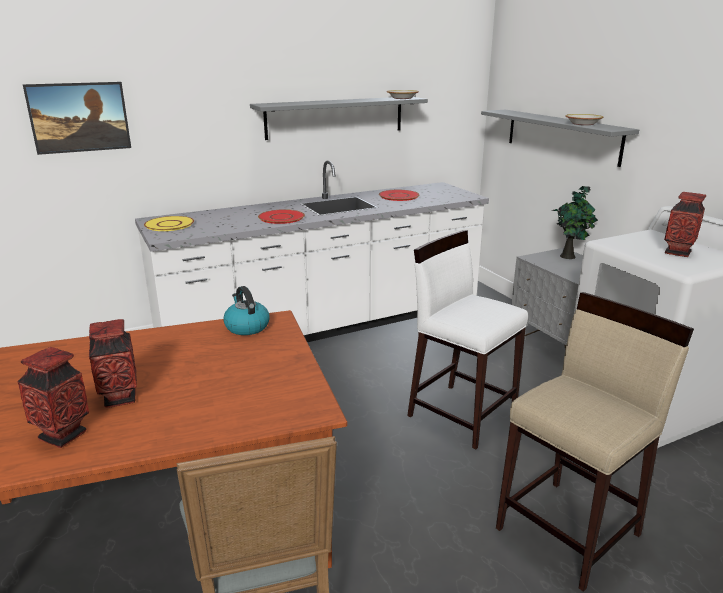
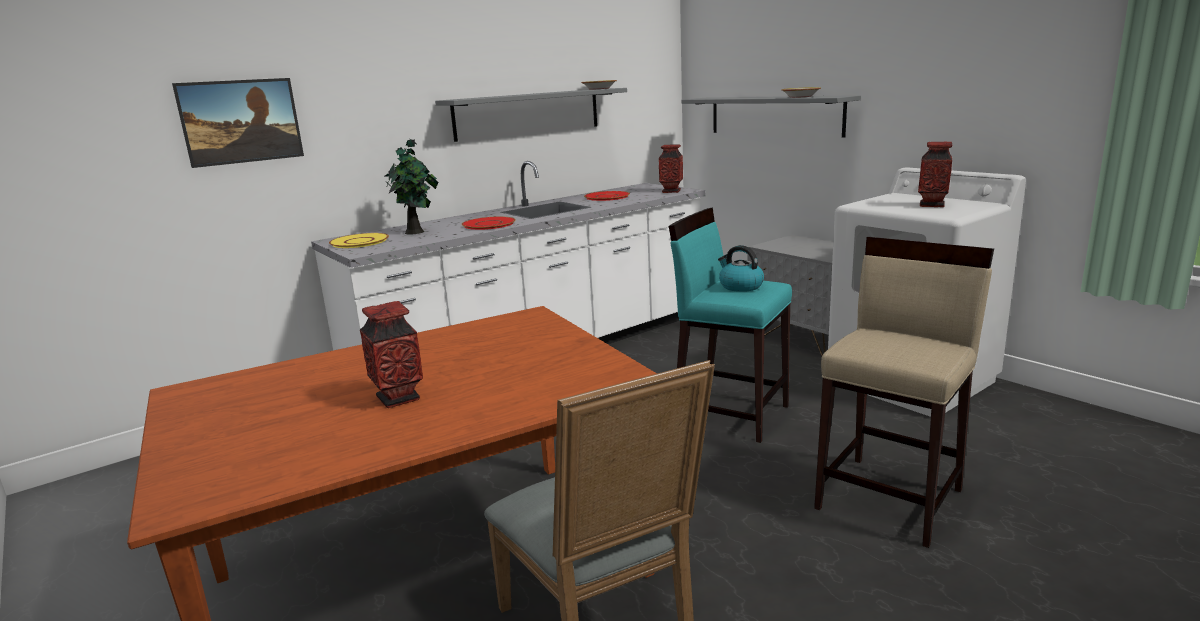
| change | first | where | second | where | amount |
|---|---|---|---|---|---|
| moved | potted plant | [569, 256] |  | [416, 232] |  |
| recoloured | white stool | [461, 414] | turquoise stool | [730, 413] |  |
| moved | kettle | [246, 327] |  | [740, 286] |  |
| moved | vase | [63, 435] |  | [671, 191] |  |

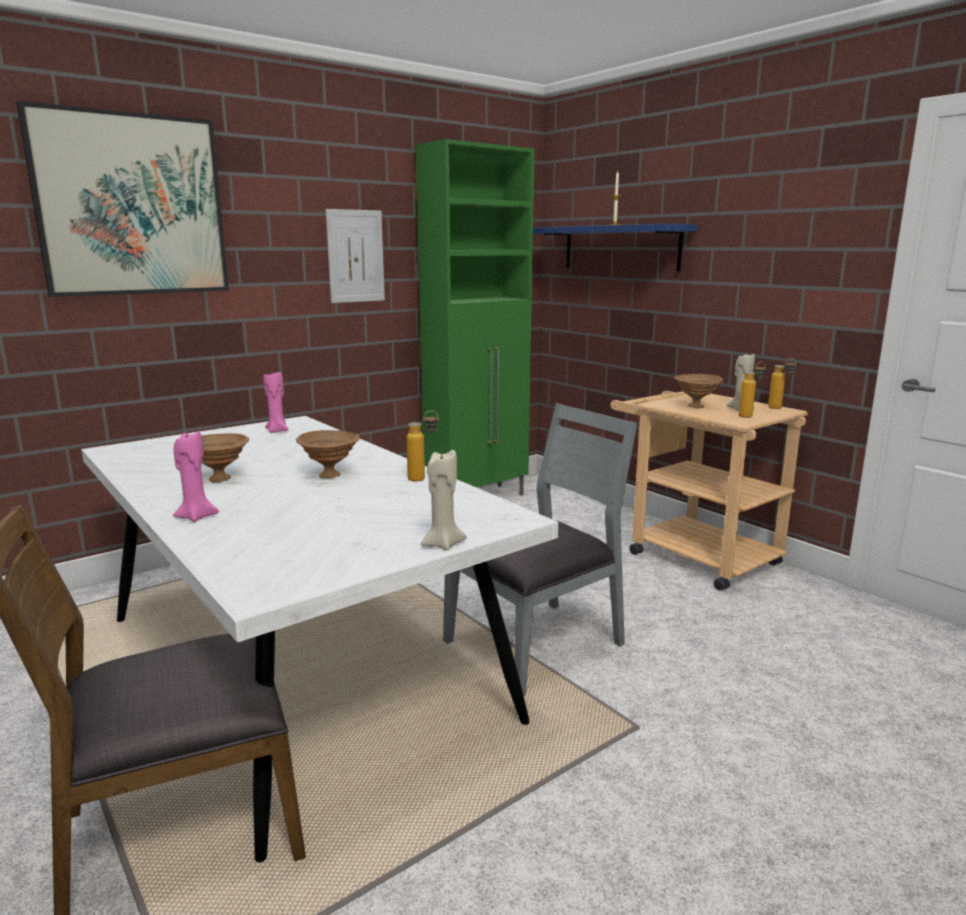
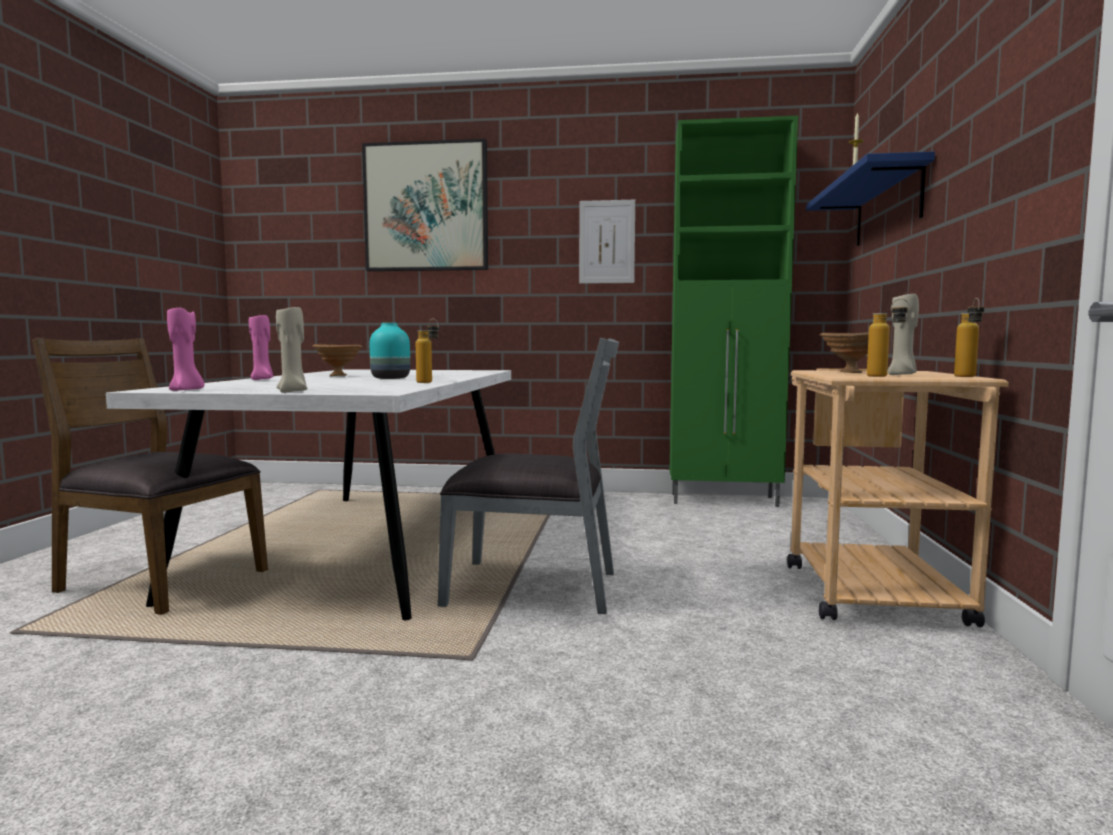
| change | first | where | second | where | amount |
|---|---|---|---|---|---|
| moved | pink candle | [277, 430] |  | [187, 390] |  |
| replaced | brown bowl | [330, 475] | turquoise vase | [391, 378] |  |

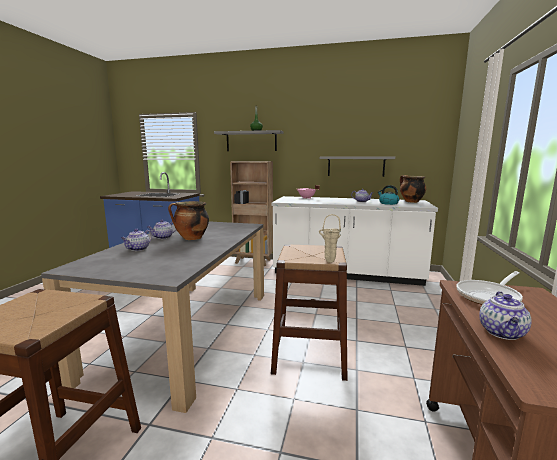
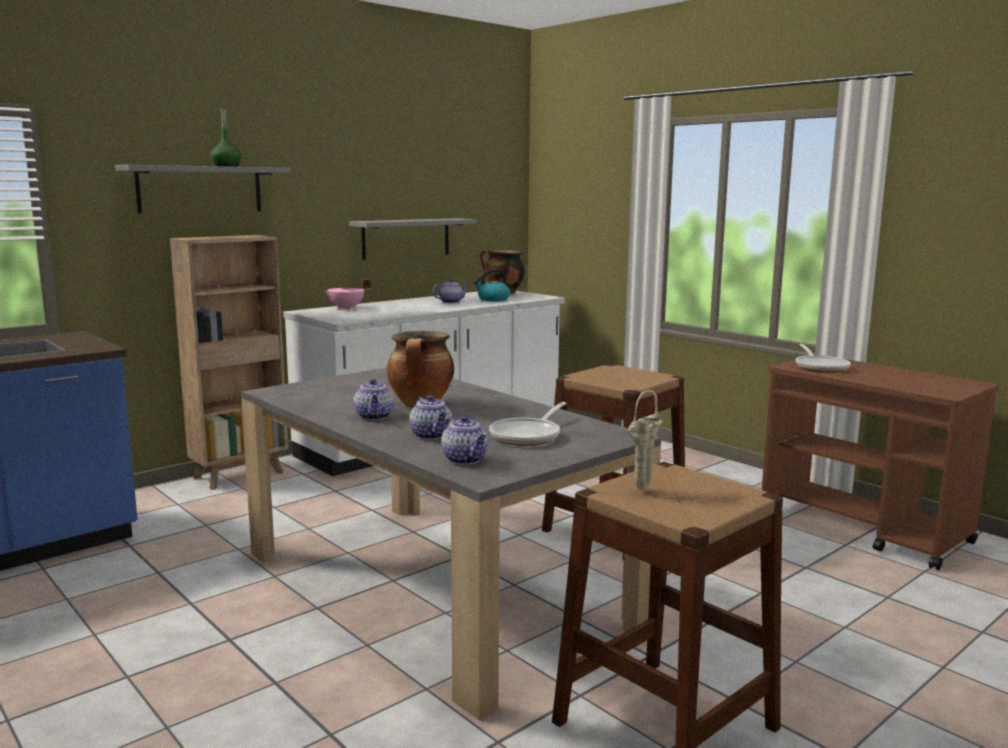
| change | first | where | second | where | amount |
|---|---|---|---|---|---|
| moved | beige vase | [328, 262] |  | [641, 489] |  |
| moved | teapot | [502, 333] |  | [465, 460] |  |
| added |  |  | frying pan | [528, 436] |  |

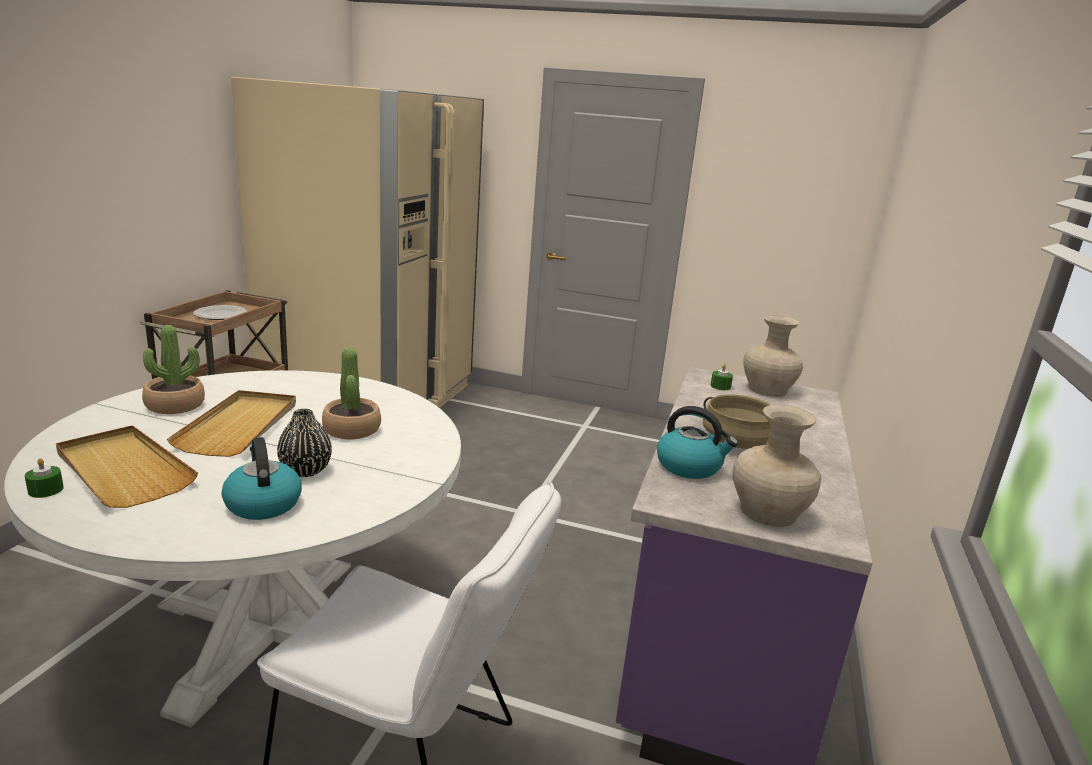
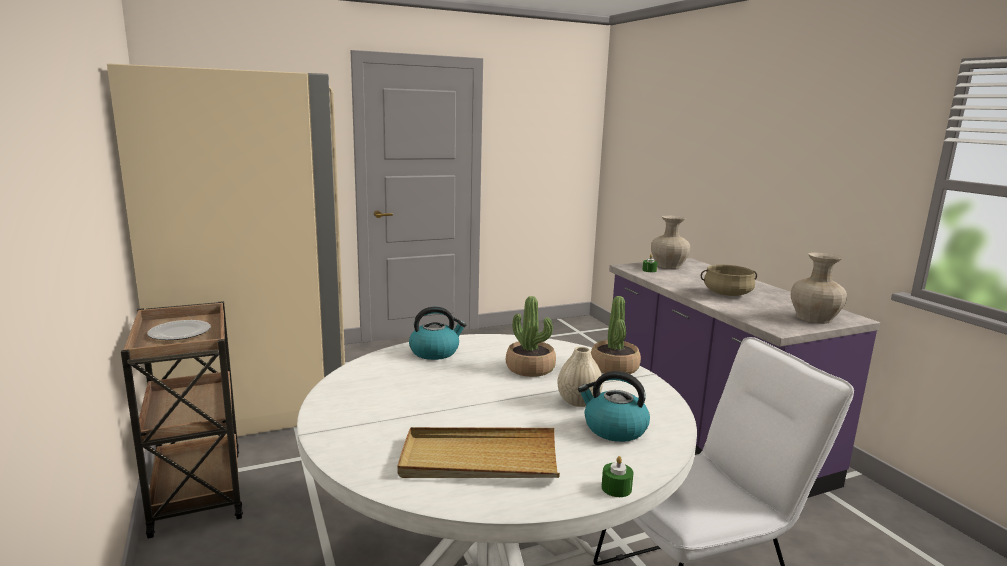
| change | first | where | second | where | amount |
|---|---|---|---|---|---|
| moved | potted plant | [175, 405] |  | [614, 367] |  |
| removed | beige tray | [240, 426] |  |  |  |
| moved | kettle | [690, 466] |  | [435, 352] |  |
| recoloured | black vase | [305, 470] | beige vase | [578, 401] |  |
| moved | green candle | [46, 490] |  | [616, 488] |  |

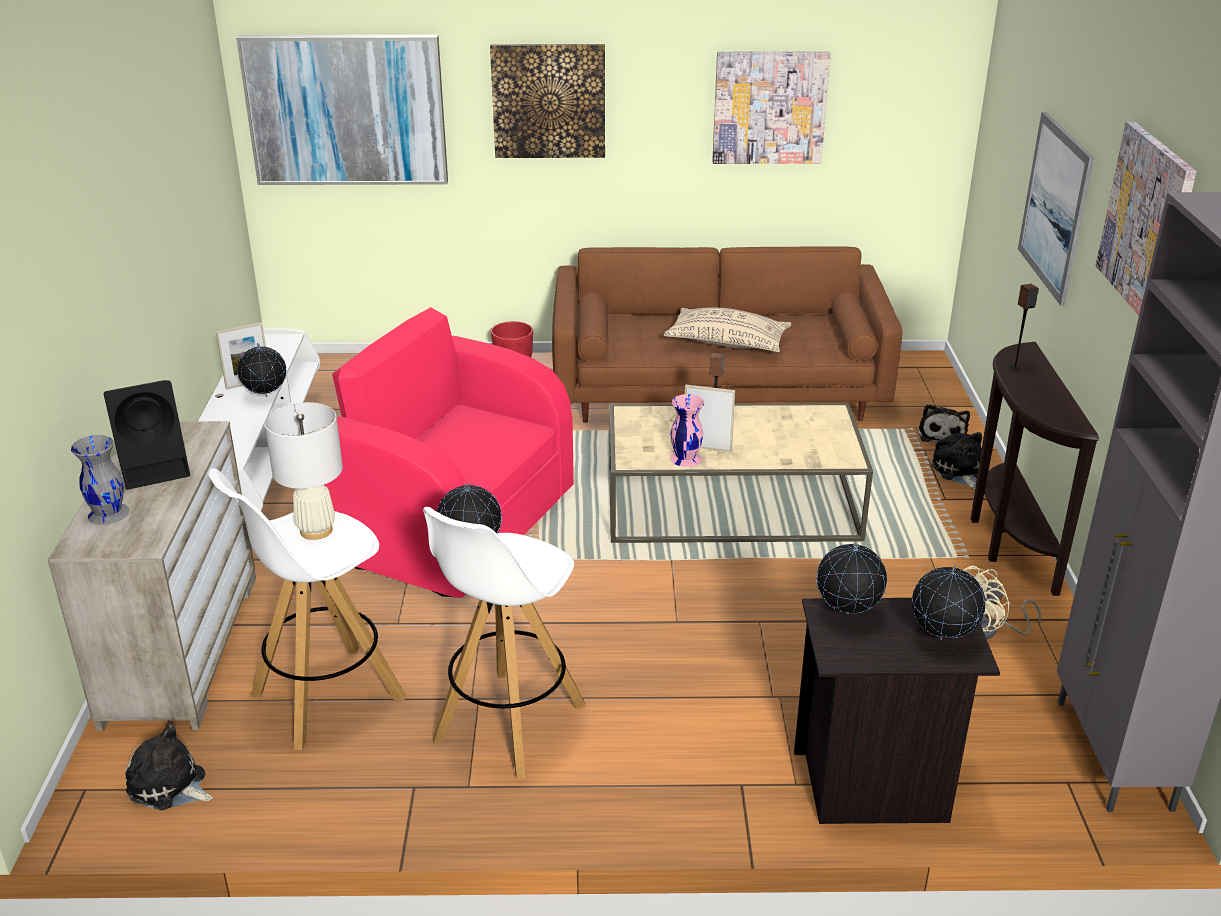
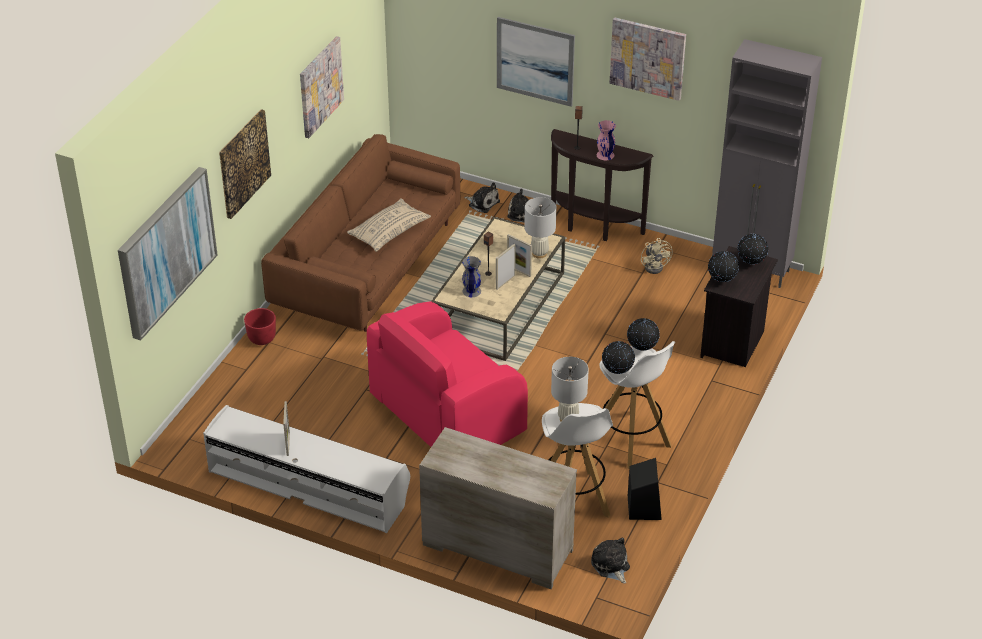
| change | first | where | second | where | amount |
|---|---|---|---|---|---|
| moved | globe | [266, 397] |  | [642, 350] |  |
| moved | black speaker | [156, 467] |  | [643, 506] |  |
| moved | pink vase | [685, 458] |  | [605, 155] |  |
| moved | grey vase | [108, 513] |  | [471, 291] |  |
| turned | plush toy | [170, 786] |  | [611, 566] | 105 degrees clockwise |
| added |  |  | white table lamp | [539, 253] |  |
| added |  |  | picture frame | [519, 271] |  |

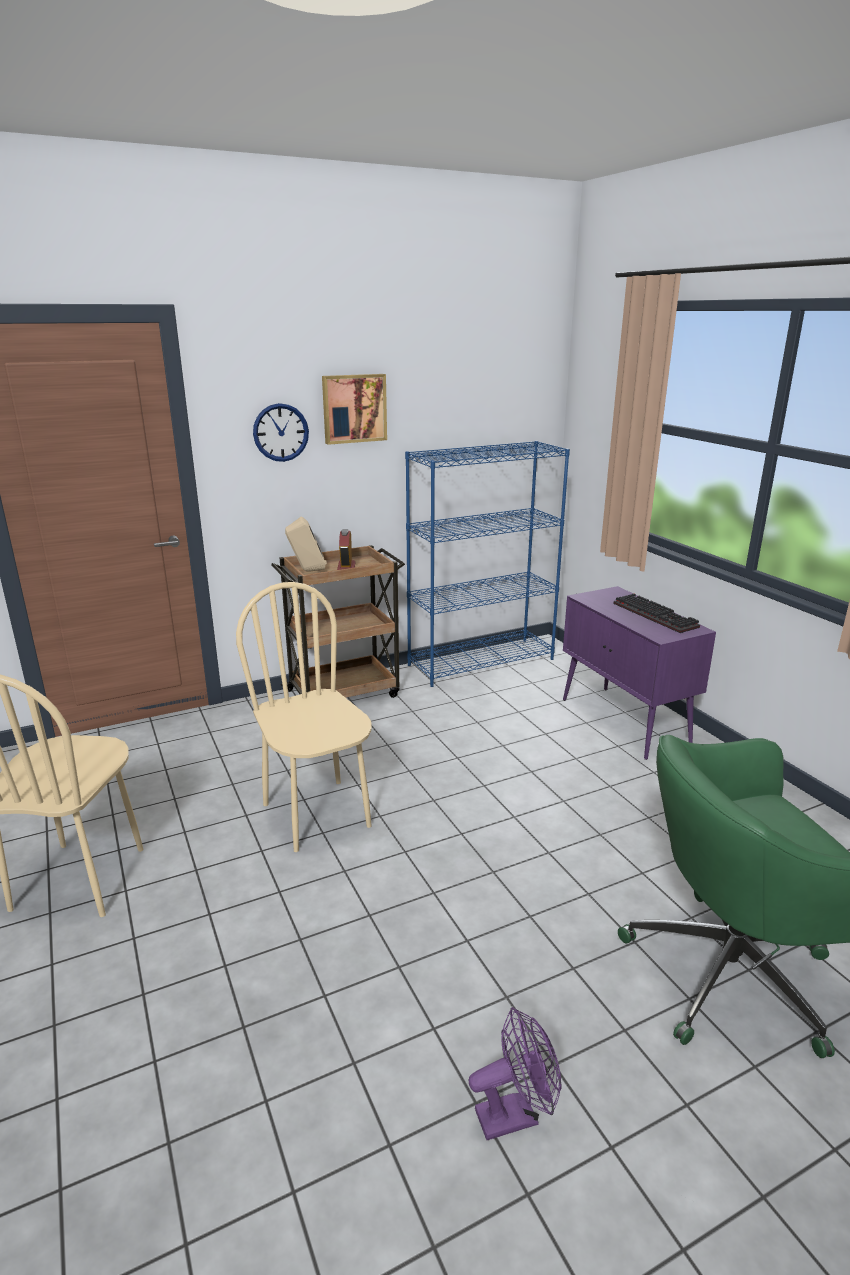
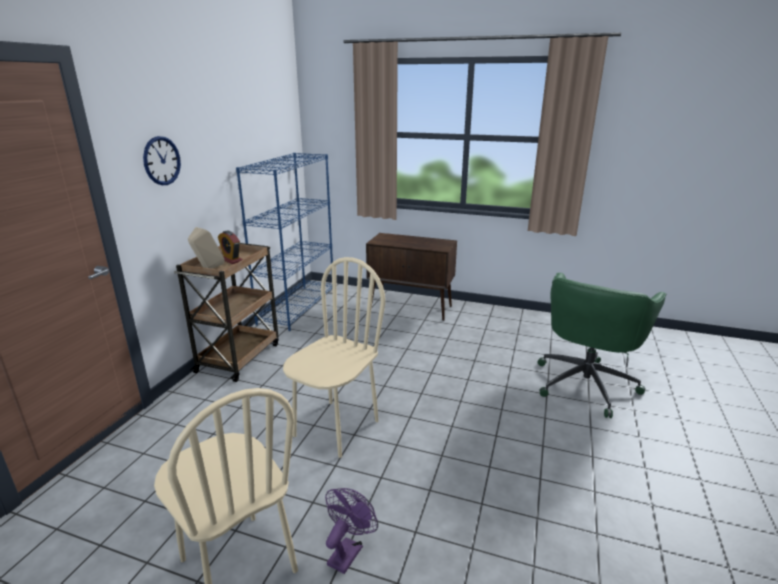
| change | first | where | second | where | amount |
|---|---|---|---|---|---|
| removed | picture | [354, 408] |  |  |  |
| turned | beige chair | [317, 814] |  | [336, 428] | 105 degrees clockwise |
| recoloured | purple cabinet | [625, 722] | brown cabinet | [411, 308] |  |
| removed | keyboard | [657, 615] |  |  |  |
| moved | purple fan | [515, 1114] |  | [348, 551] |  |

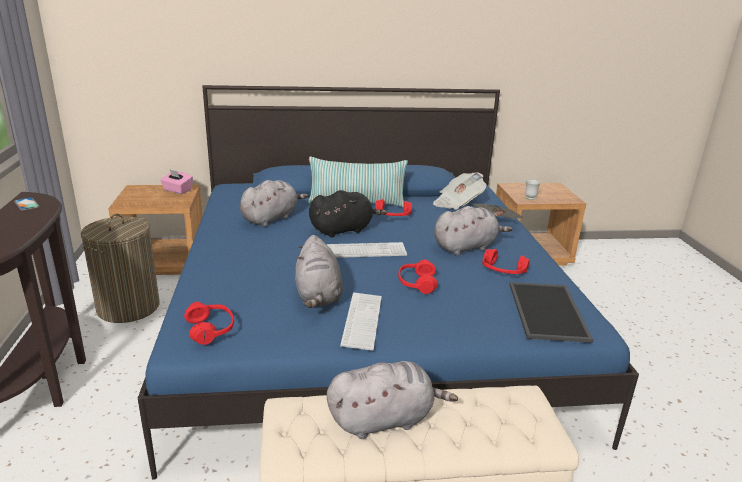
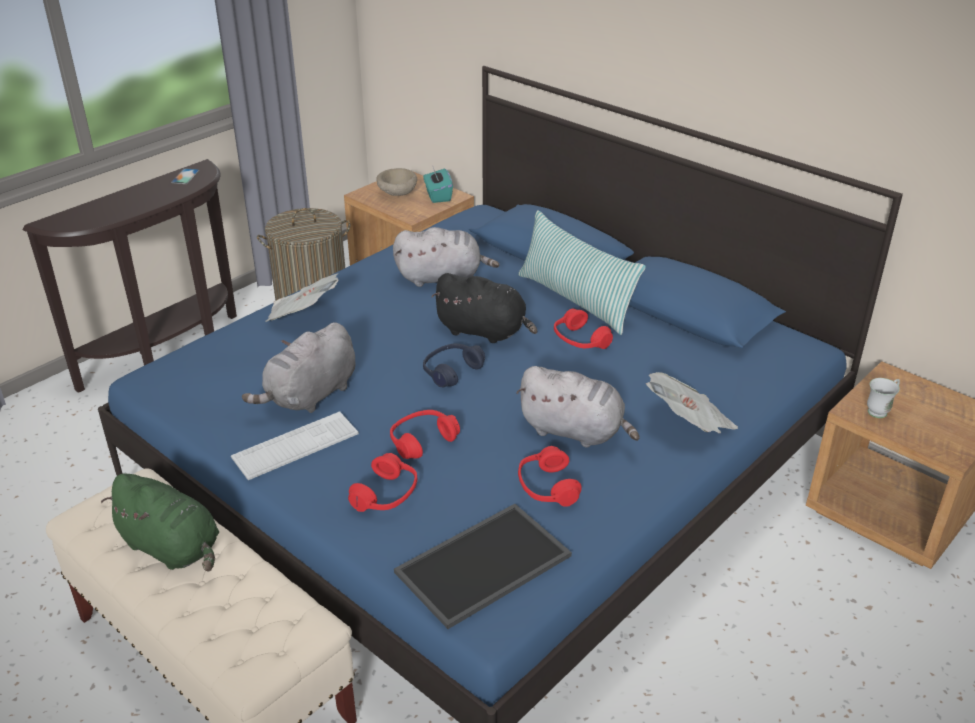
| change | first | where | second | where | amount |
|---|---|---|---|---|---|
| recoloured | pink tissue box | [177, 190] | turquoise tissue box | [438, 196] |  |
| moved | newspaper | [457, 203] |  | [303, 315] |  |
| replaced | keyboard | [366, 251] | blue headphones | [452, 371] |  |
| moved | red headphones | [211, 329] |  | [386, 495] |  |
| recoloured | grey plush toy | [384, 420] | green plush toy | [173, 548] |  |
| added |  |  | beige bowl | [397, 194] |  |

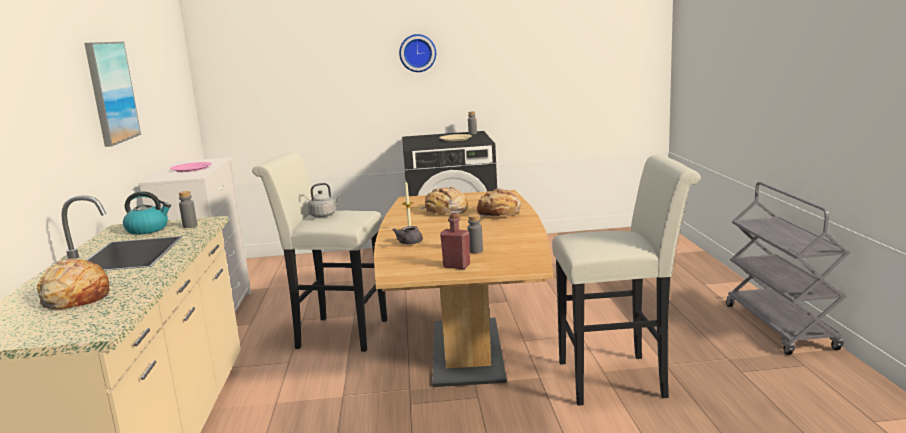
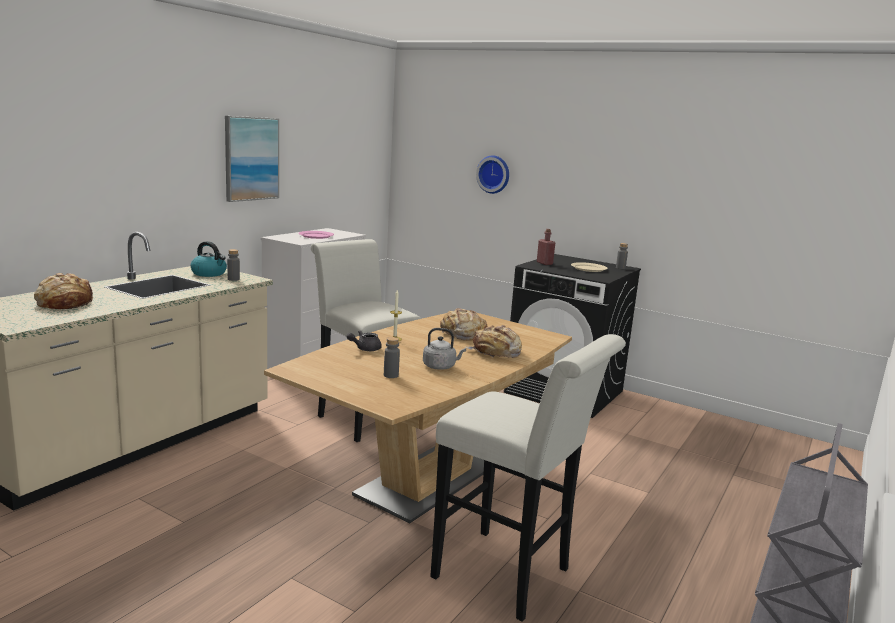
| change | first | where | second | where | amount |
|---|---|---|---|---|---|
| moved | wall clock | [417, 53] |  | [494, 174] |  |
| moved | grey kettle | [324, 215] |  | [441, 367] |  |
| moved | red bottle | [456, 266] |  | [544, 263] |  |

